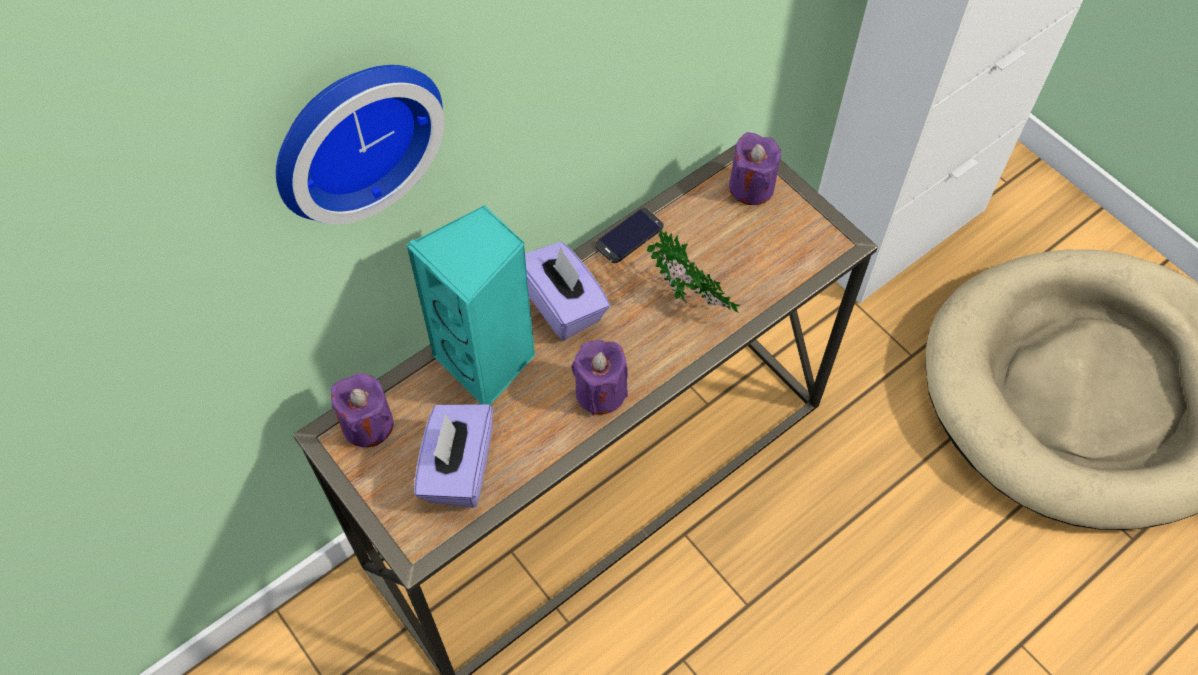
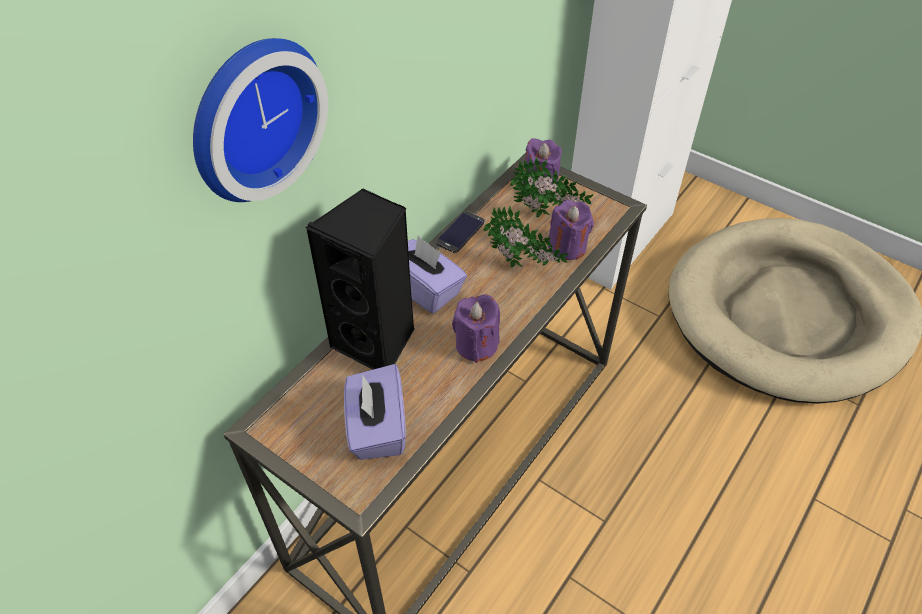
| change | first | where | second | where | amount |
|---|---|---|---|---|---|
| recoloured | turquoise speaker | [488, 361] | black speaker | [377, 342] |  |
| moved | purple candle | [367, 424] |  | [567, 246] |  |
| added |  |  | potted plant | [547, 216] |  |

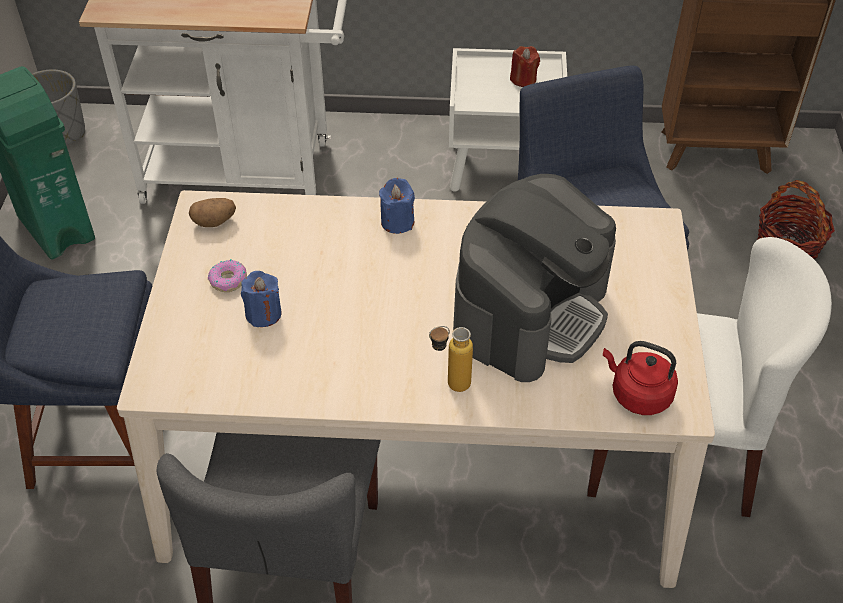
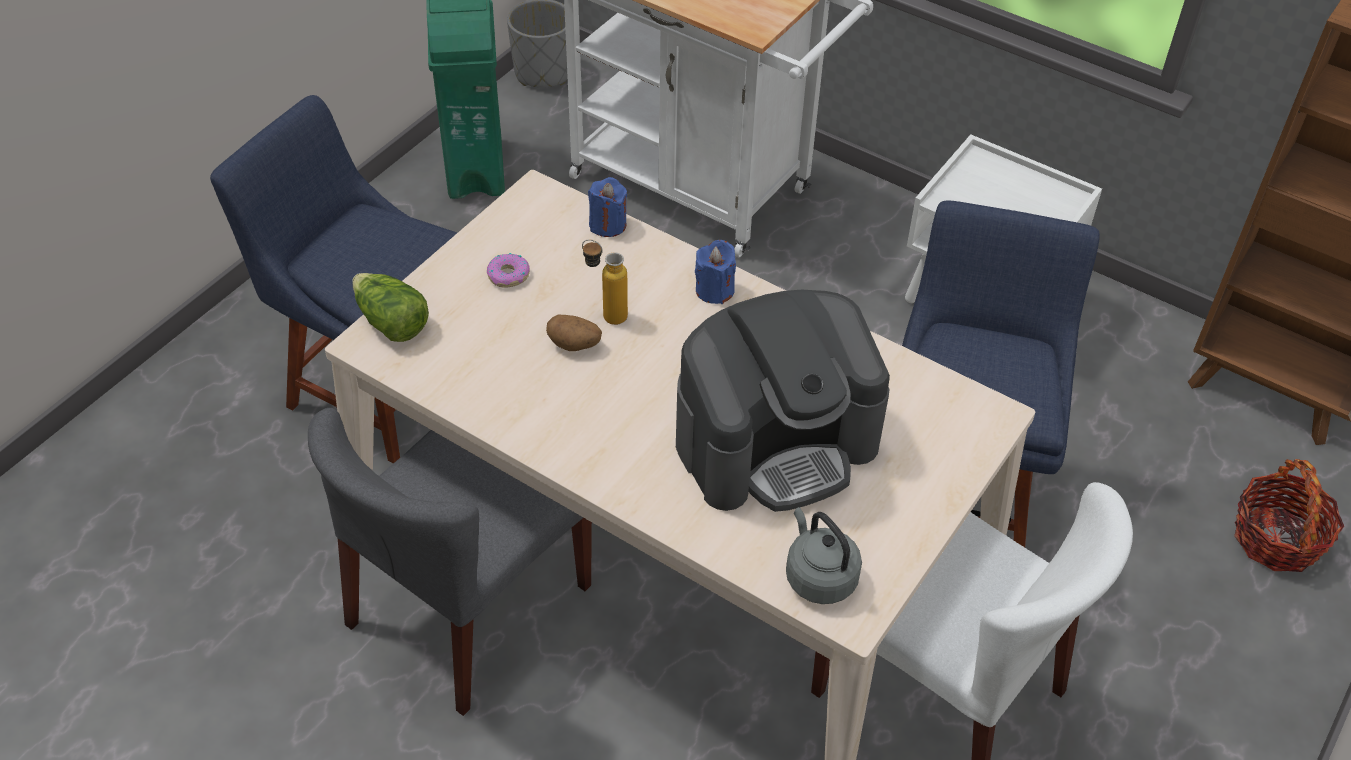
| change | first | where | second | where | amount |
|---|---|---|---|---|---|
| removed | red candle | [523, 79] |  |  |  |
| moved | potato | [214, 222] |  | [575, 344] |  |
| moved | blue candle | [263, 314] |  | [607, 225] |  |
| moved | bottle | [449, 385] |  | [605, 314] |  |
| recoloured | red kettle | [637, 394] | grey kettle | [818, 576] |  |
| added |  |  | lettuce | [391, 322] |  |

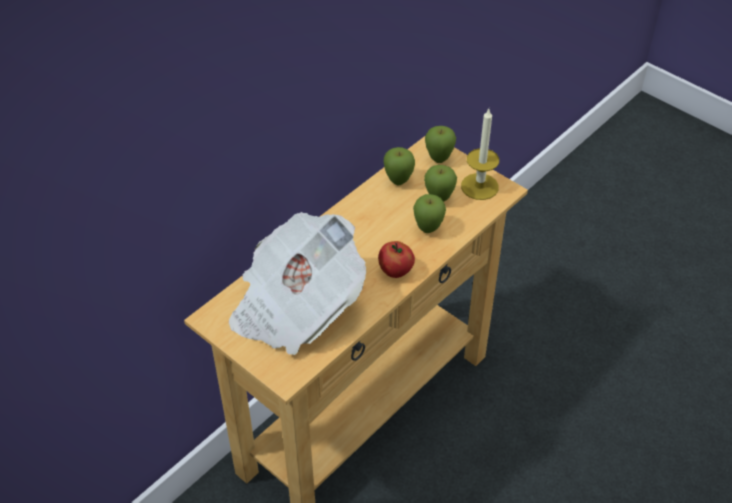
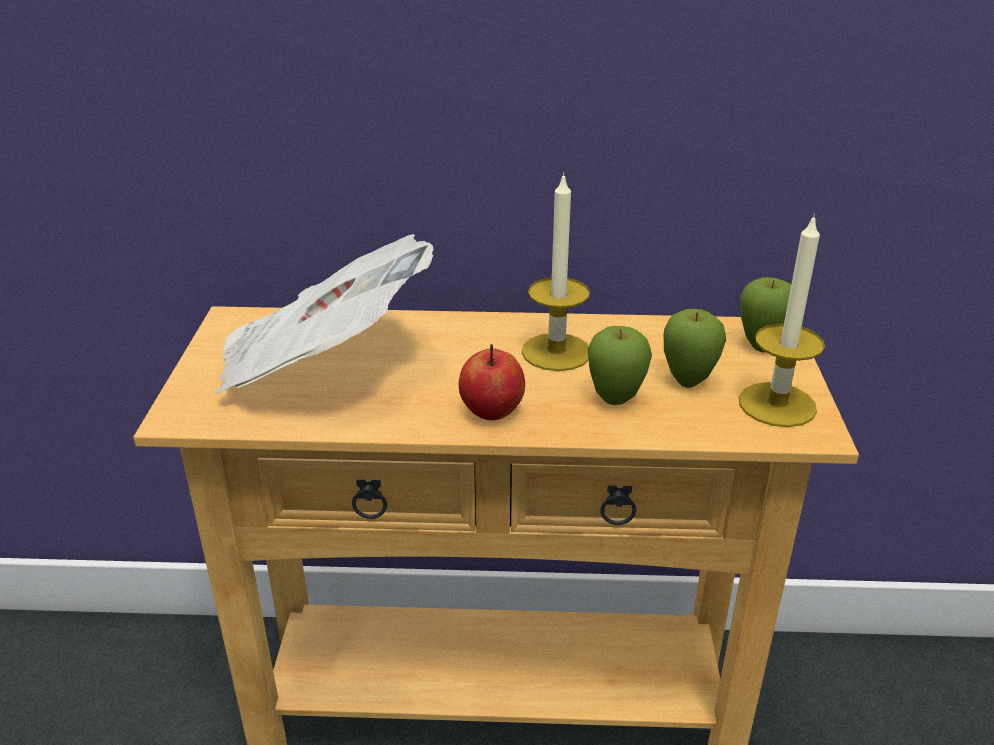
| change | first | where | second | where | amount |
|---|---|---|---|---|---|
| removed | apple | [398, 181] |  |  |  |
| added |  |  | candle | [556, 352] |  |

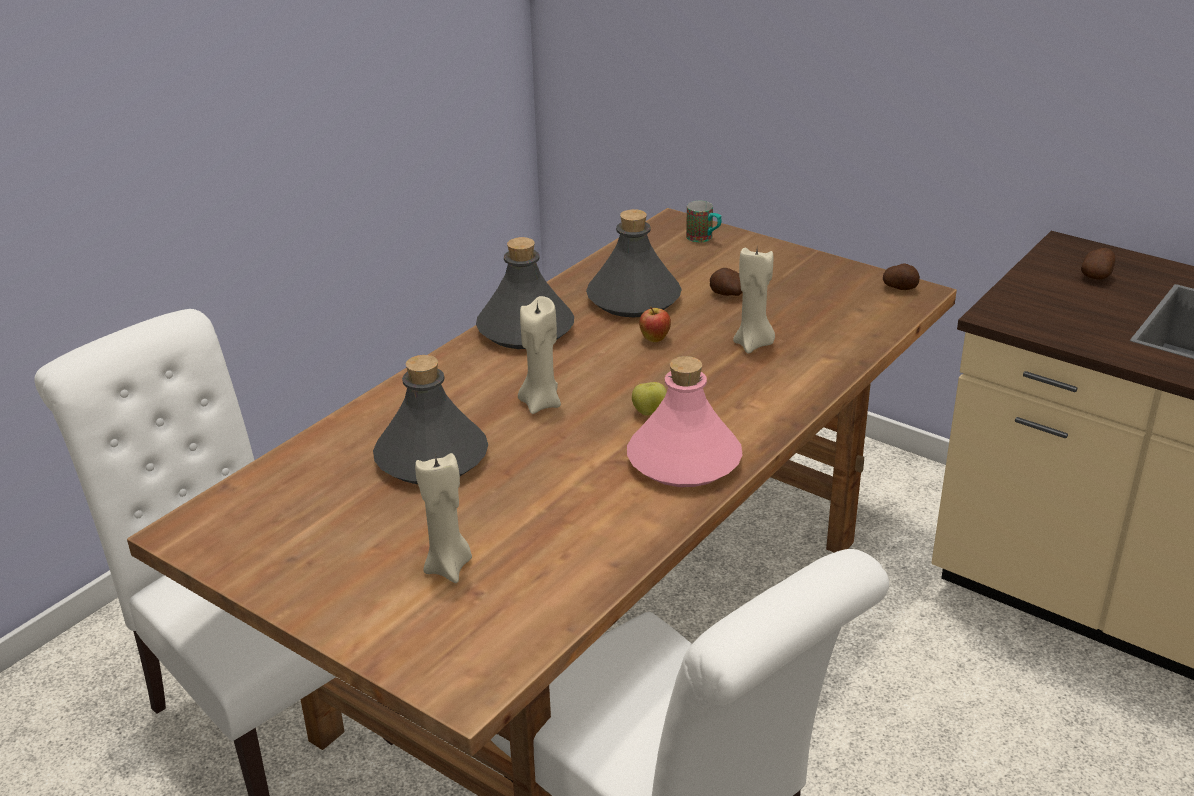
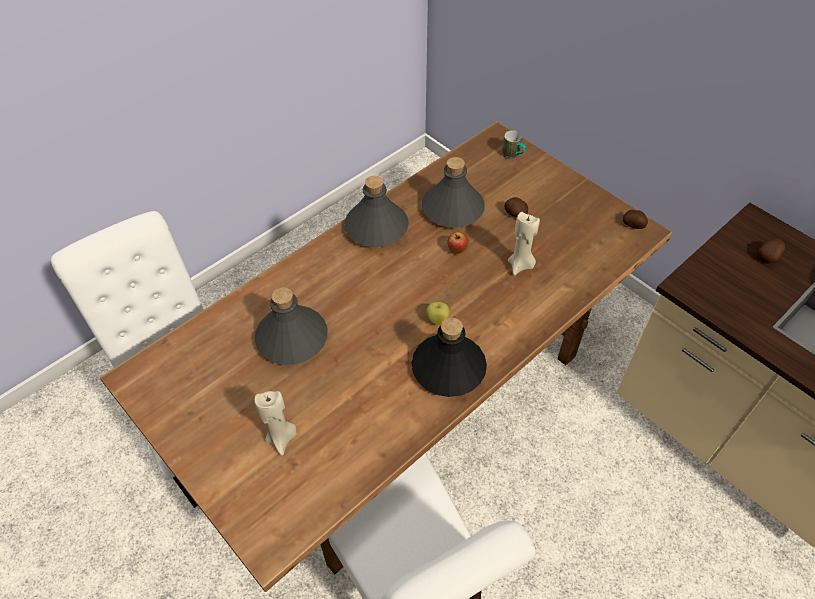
| change | first | where | second | where | amount |
|---|---|---|---|---|---|
| removed | beige candle | [540, 403] |  |  |  |
| recoloured | pink bottle | [685, 460] | black bottle | [449, 368] |  |

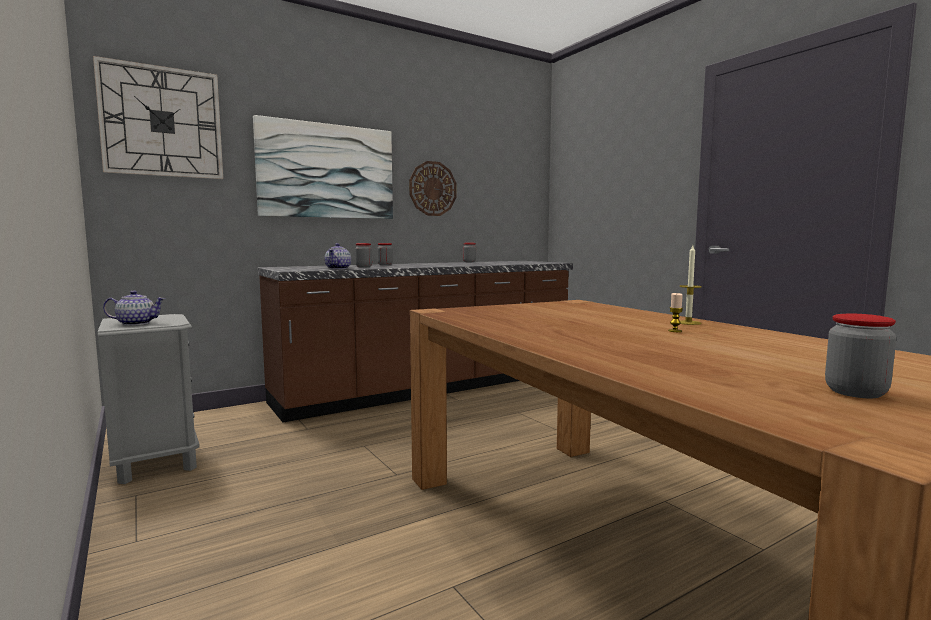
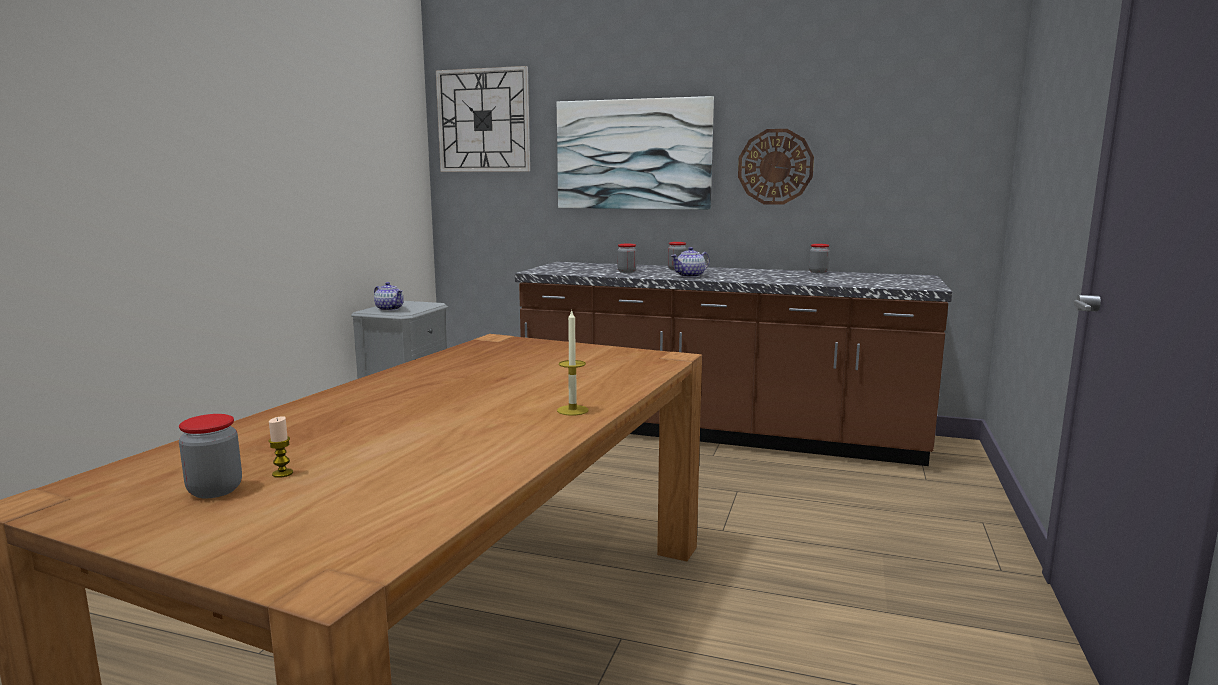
| change | first | where | second | where | amount |
|---|---|---|---|---|---|
| moved | teapot | [338, 268] |  | [690, 276] |  |
| moved | candle | [675, 331] |  | [282, 473] |  |

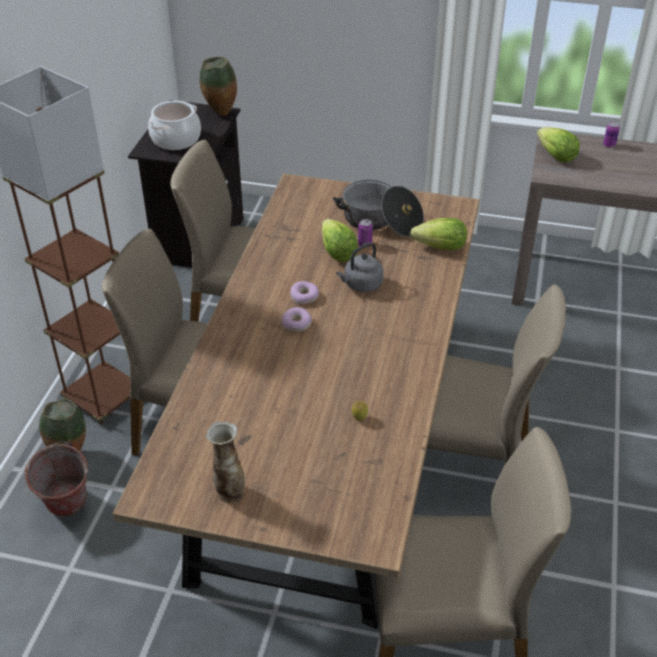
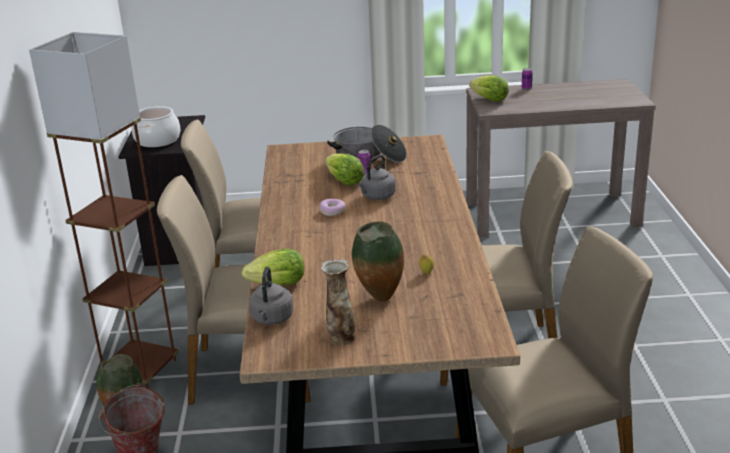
| change | first | where | second | where | amount |
|---|---|---|---|---|---|
| moved | vase | [220, 114] |  | [379, 299] |  |
| moved | lettuce | [441, 247] |  | [278, 284] |  |
| removed | donut | [297, 324] |  |  |  |
| added |  |  | grey kettle | [271, 319] |  |

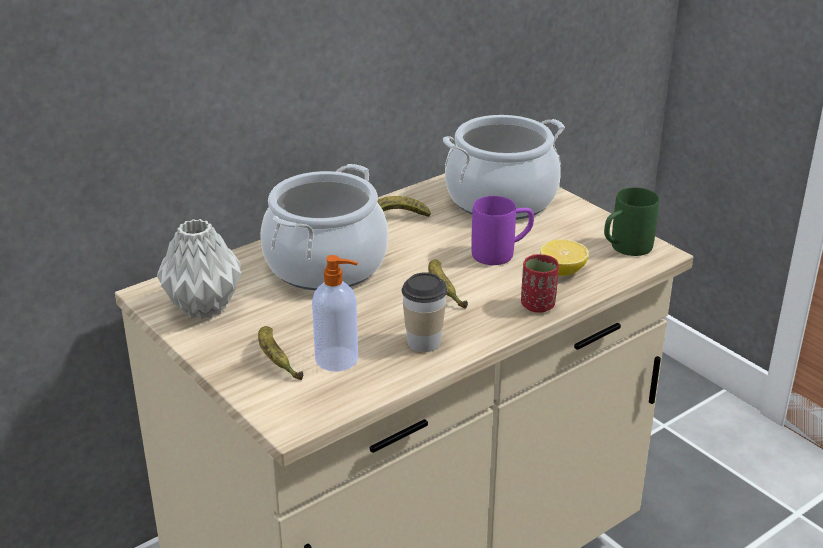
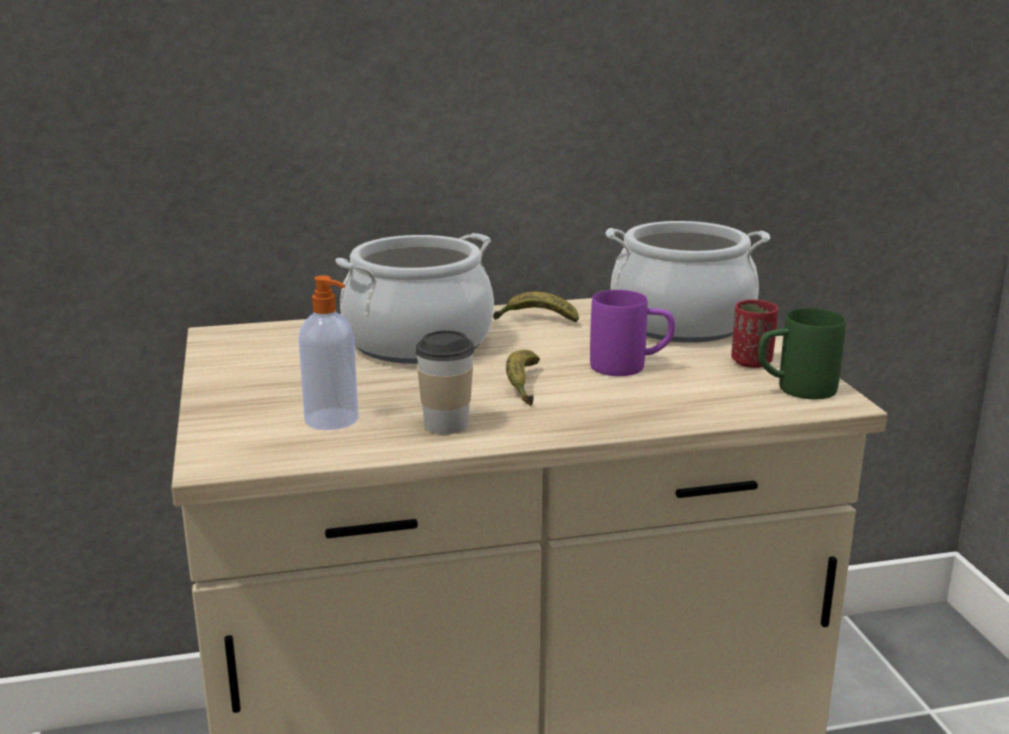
| change | first | where | second | where | amount |
|---|---|---|---|---|---|
| removed | grey vase | [205, 308] |  |  |  |
| removed | lemon | [562, 271] |  |  |  |
| moved | red cup | [538, 305] |  | [751, 362] |  |
| removed | banana | [276, 360] |  |  |  |

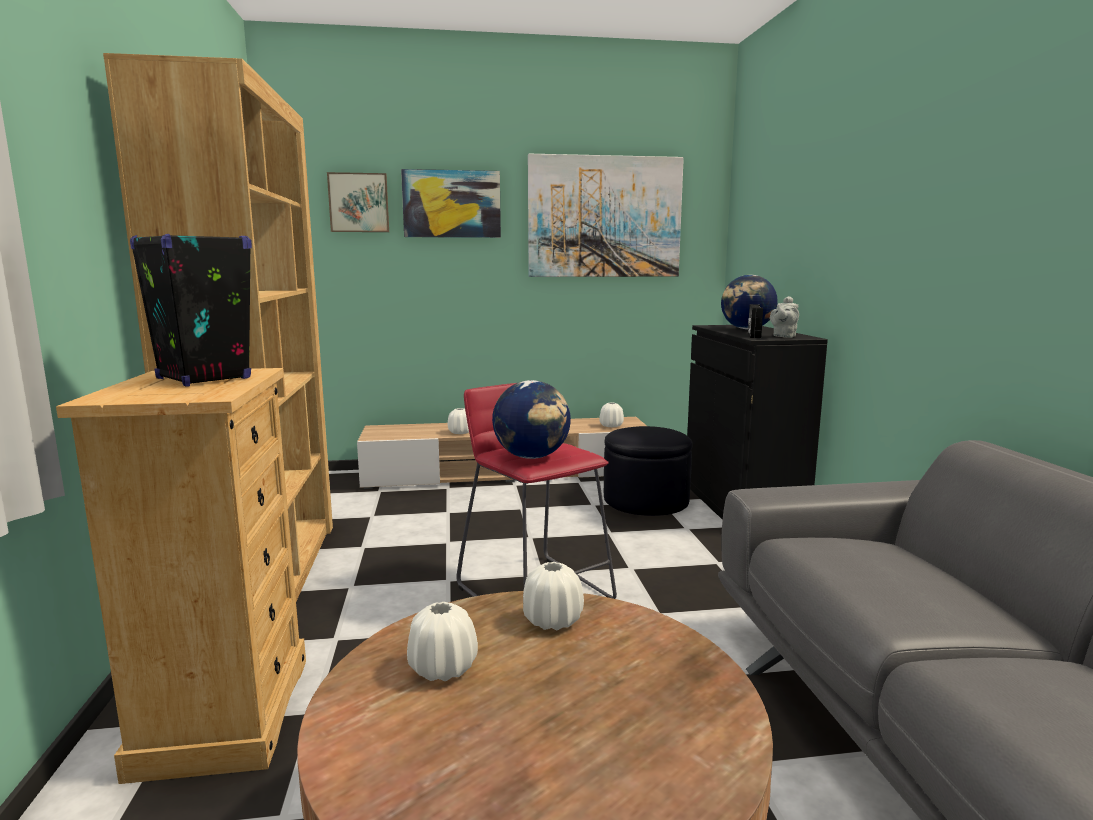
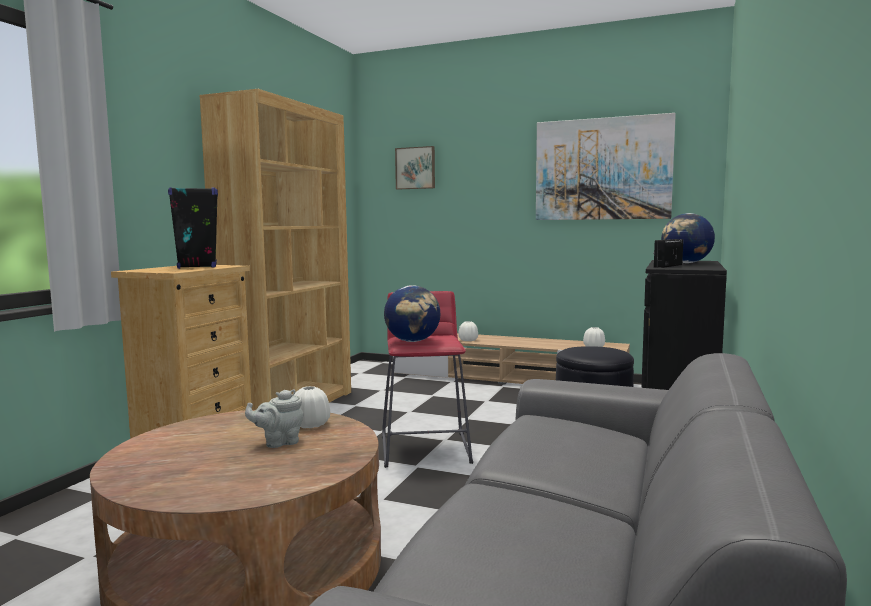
| change | first | where | second | where | amount |
|---|---|---|---|---|---|
| removed | picture | [451, 204] |  |  |  |
| moved | grey teapot | [783, 336] |  | [279, 442] |  |
| removed | white vase | [442, 669] |  |  |  |

